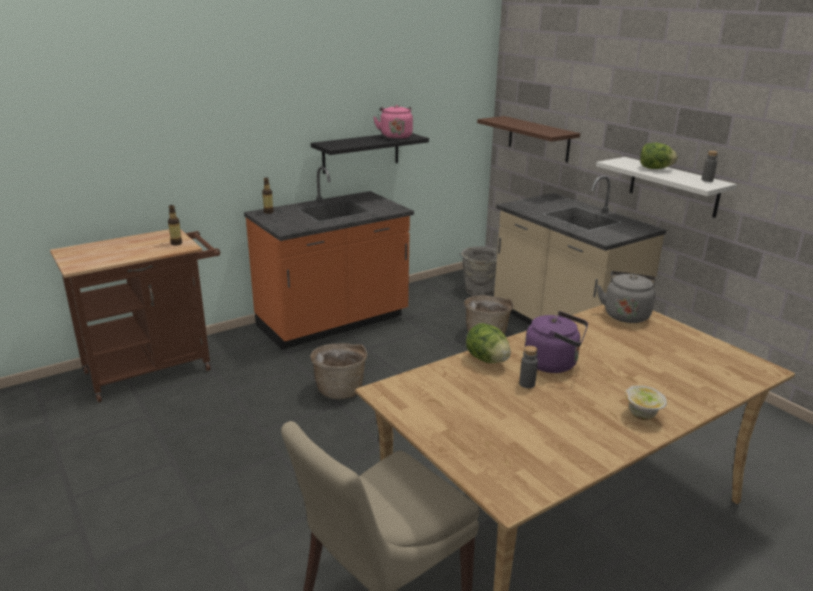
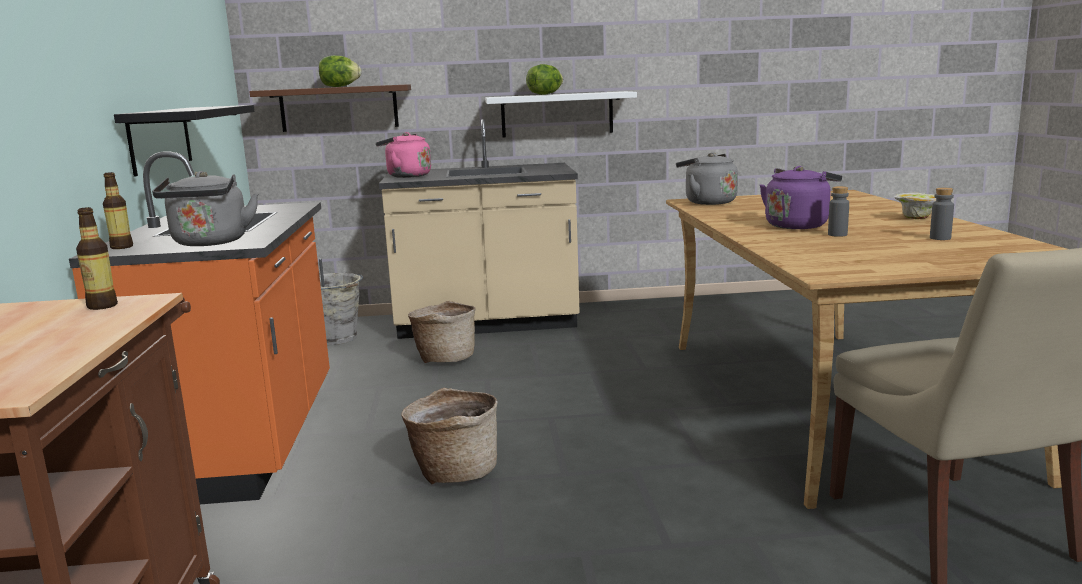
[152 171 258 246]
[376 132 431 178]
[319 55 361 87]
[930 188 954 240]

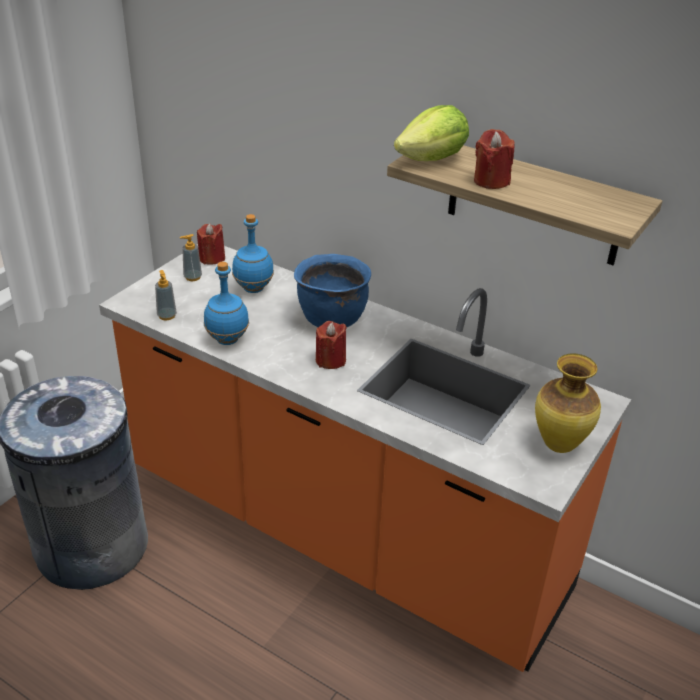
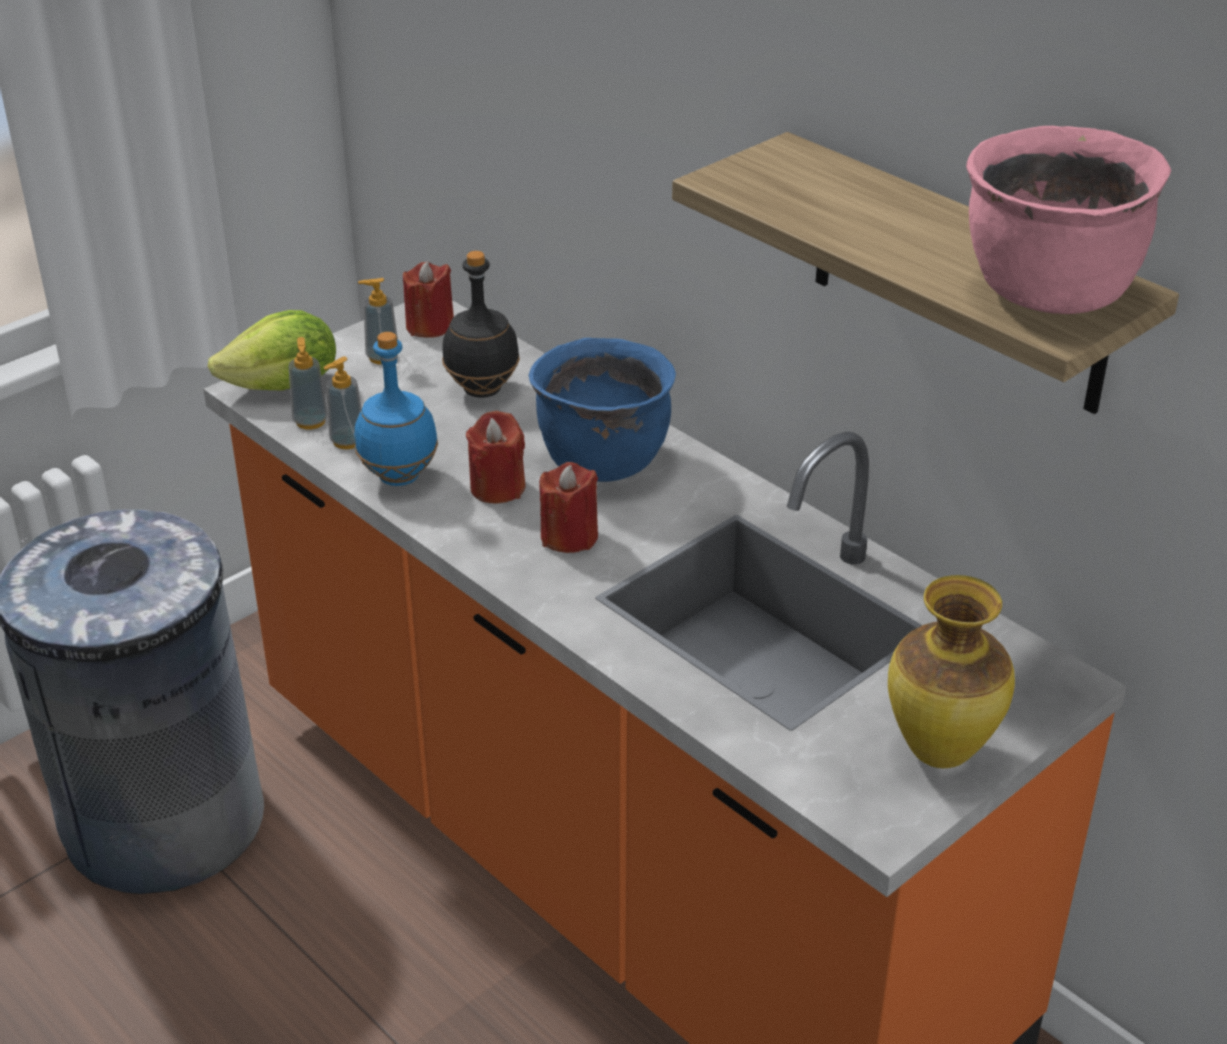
[324 356 362 449]
[966 126 1171 314]
[208 310 336 391]
[466 411 525 503]
[442 251 520 398]

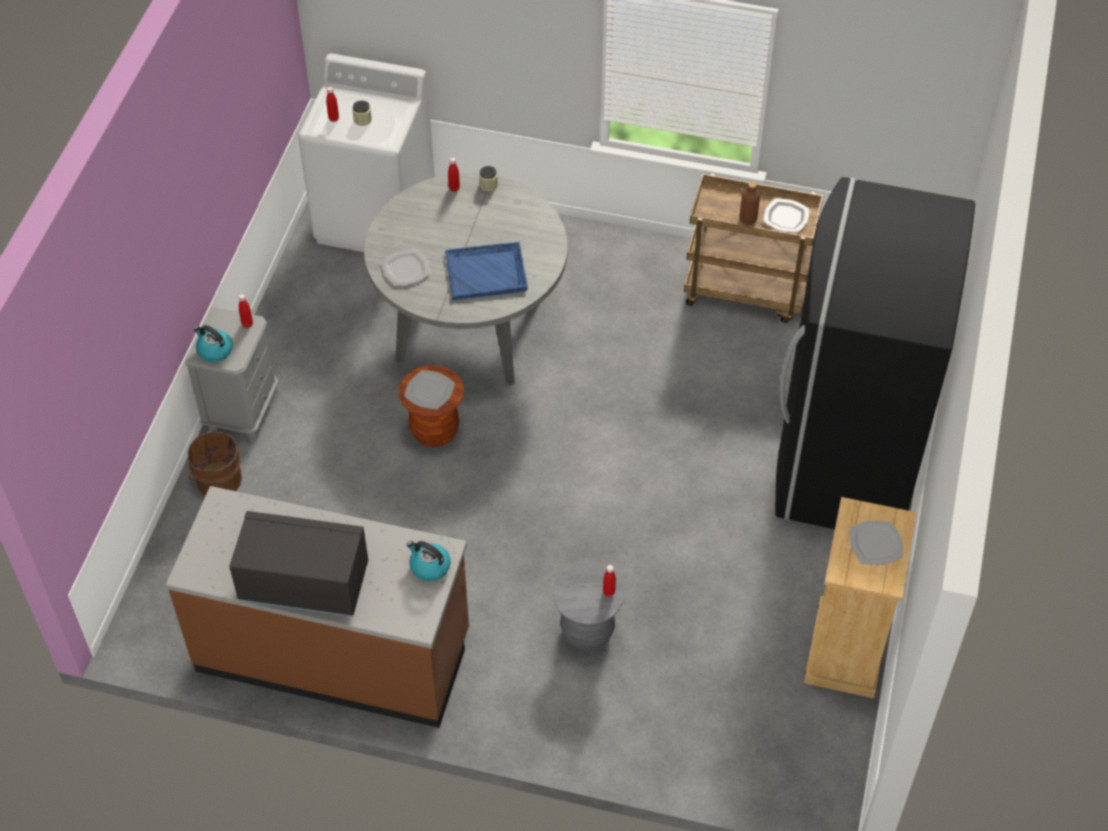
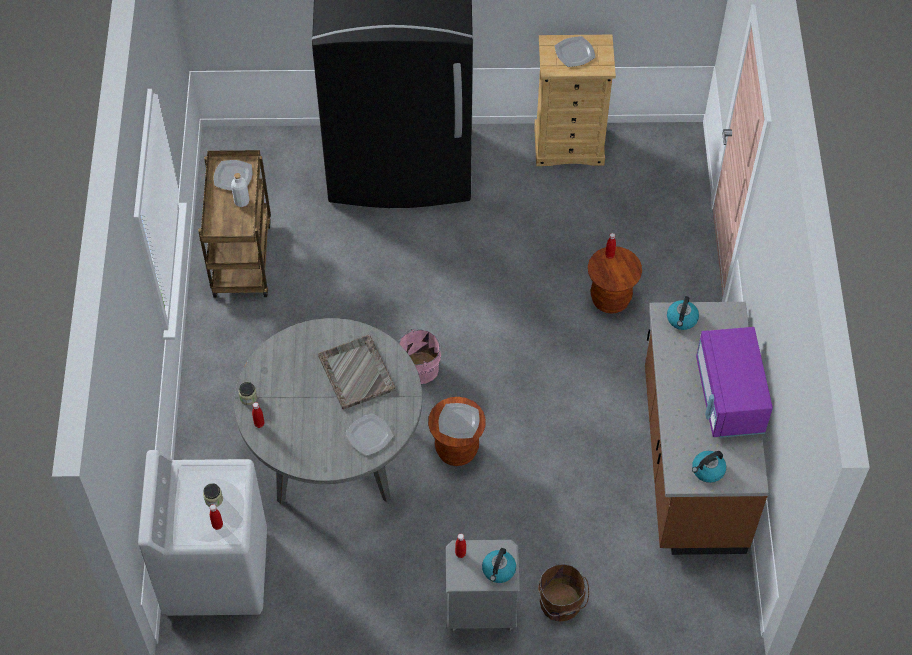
[398 329 441 384]
[692 451 726 483]
[696 327 773 438]
[318 335 396 409]
[588 246 642 314]
[231 173 249 207]

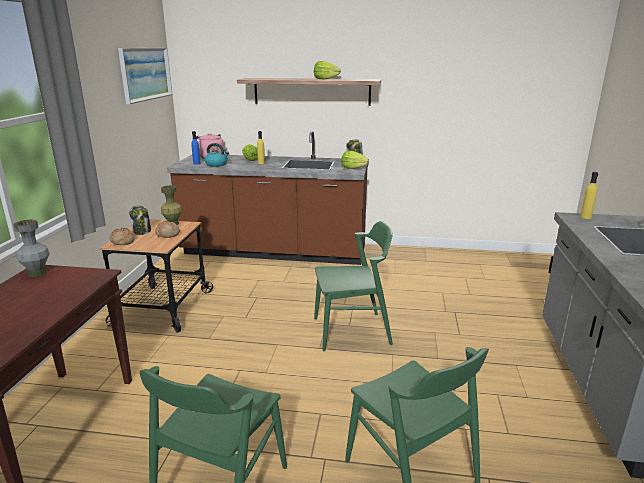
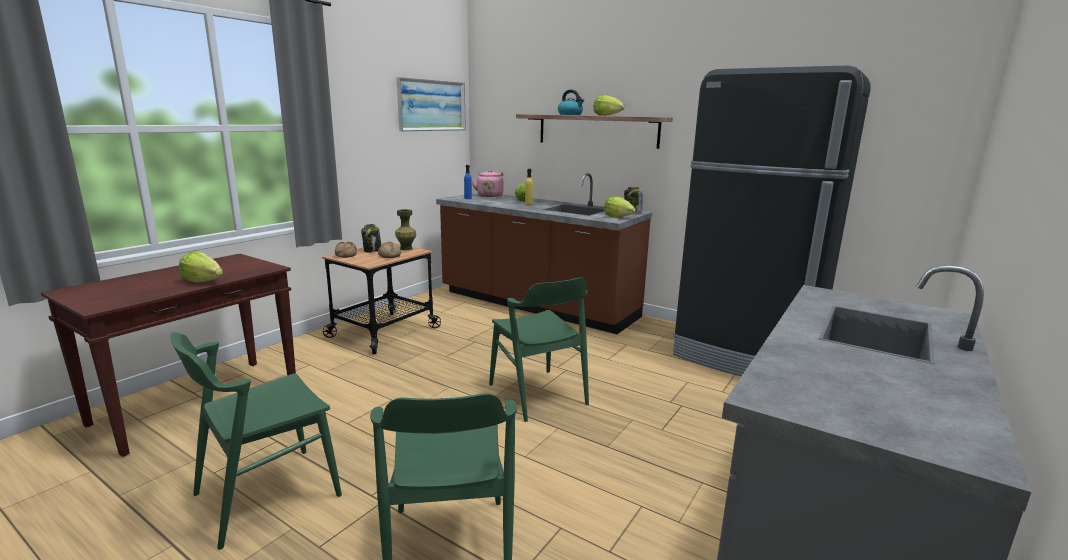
[13 219 50 277] (first image)
[580 172 598 219] (first image)
[179 252 223 283]
[673 66 870 376]
[558 89 584 115]
[489 277 589 422]

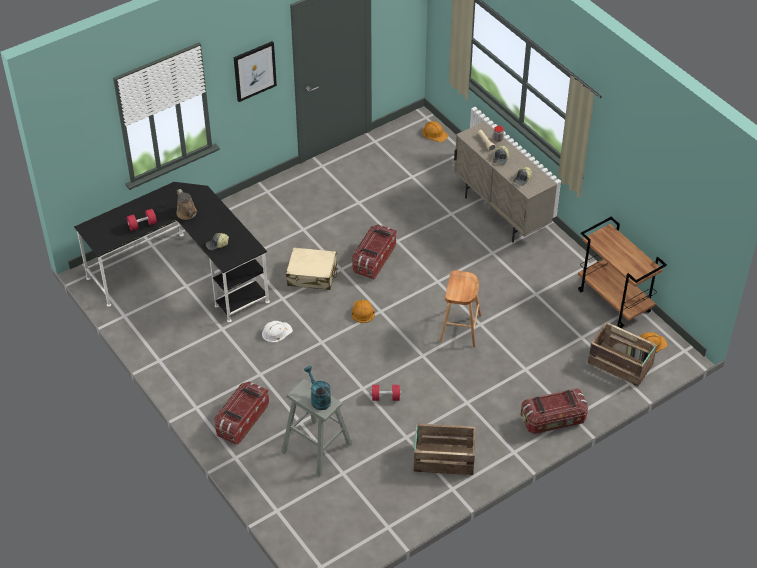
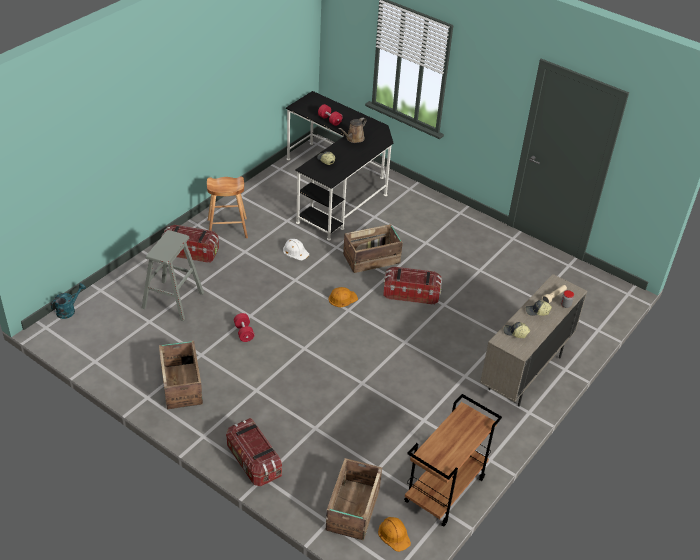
[234 41 277 102] (first image)
[422 121 448 142] (first image)
[51 283 86 319]
[207 176 248 238]
[343 224 403 273]

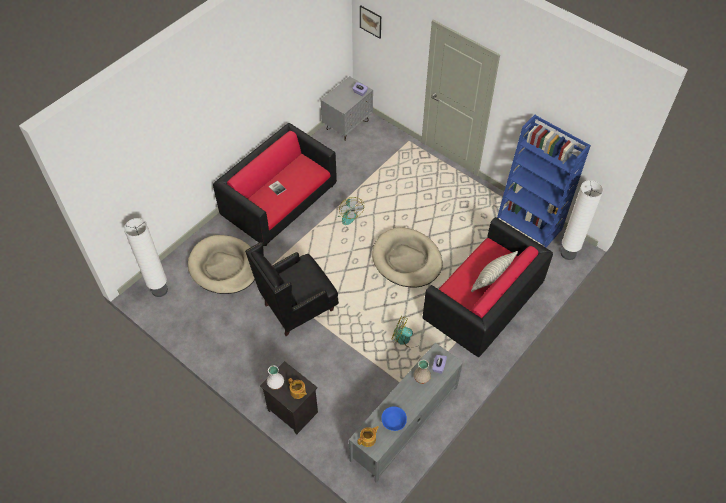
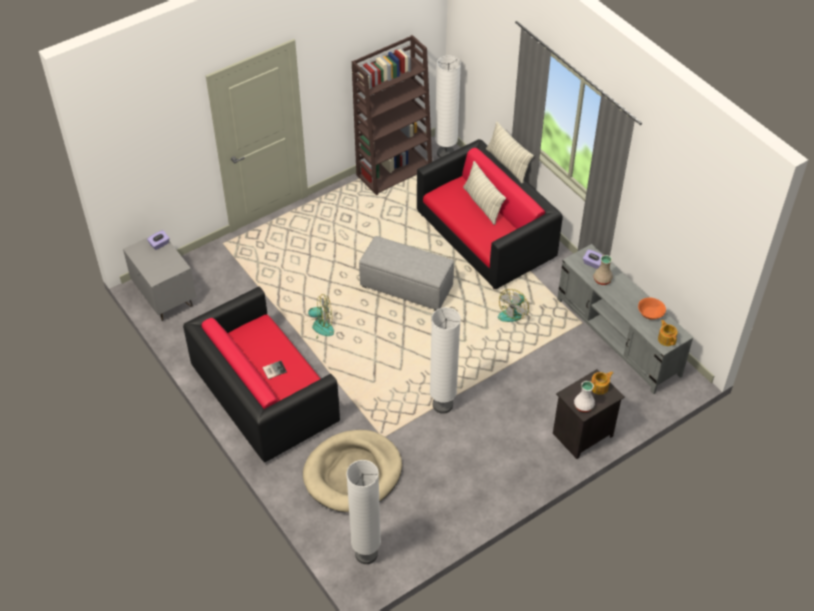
[360 5 381 39] (first image)
[486 122 534 183]
[430 307 461 414]
[359 236 454 311]
[638 298 666 320]
[352 35 432 195]

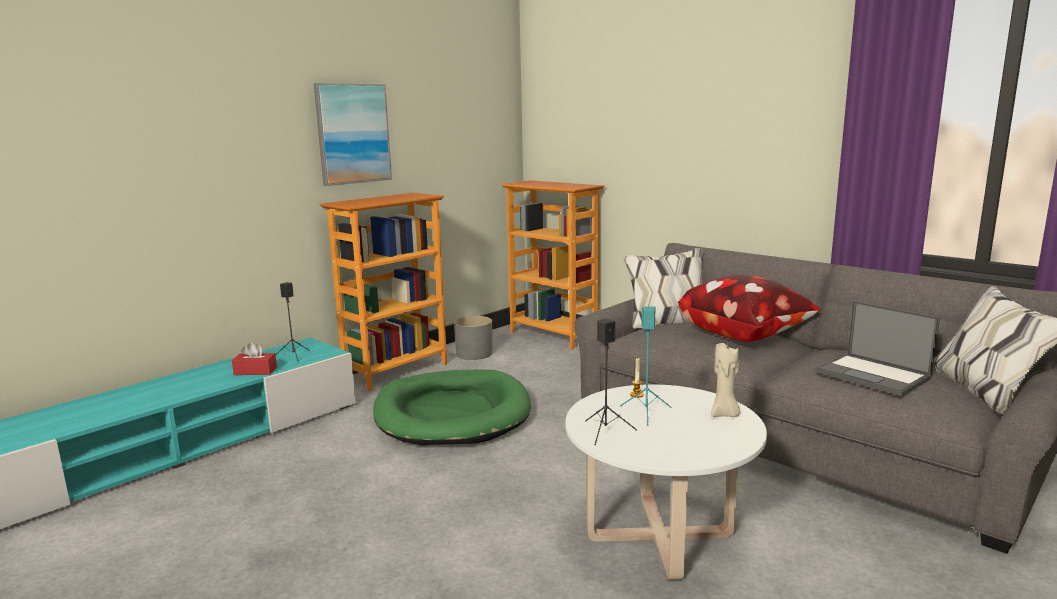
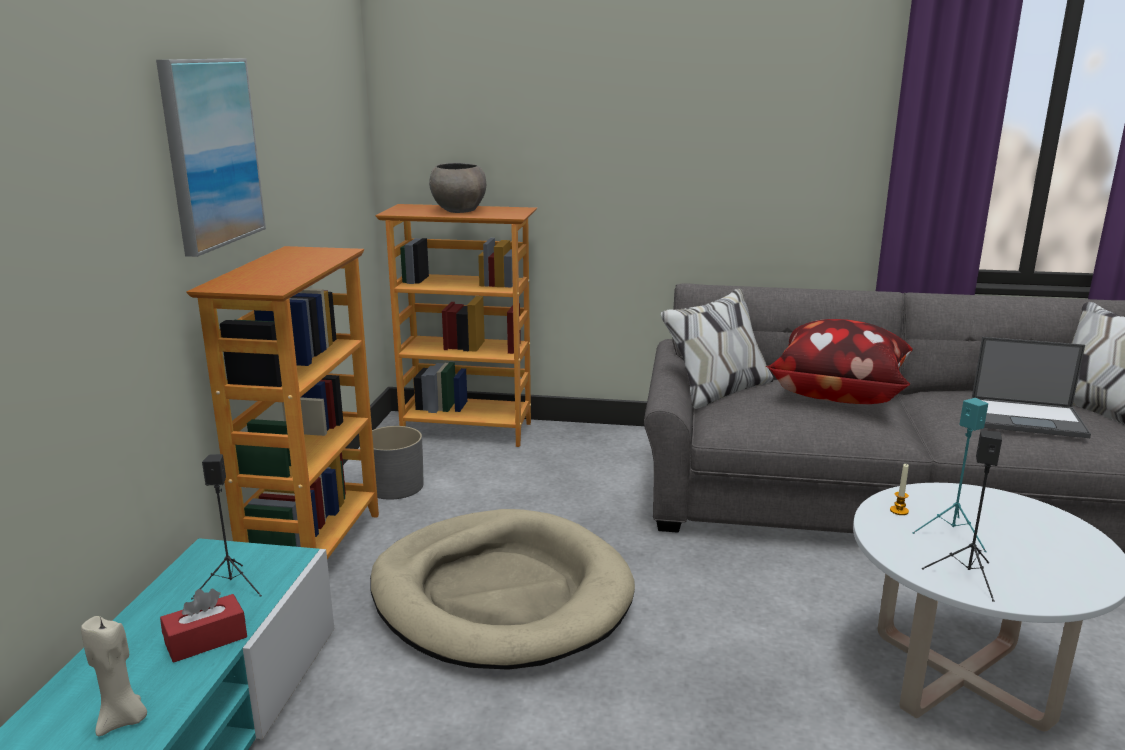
[429 163 486 213]
[81 616 147 736]
[370 509 635 670]

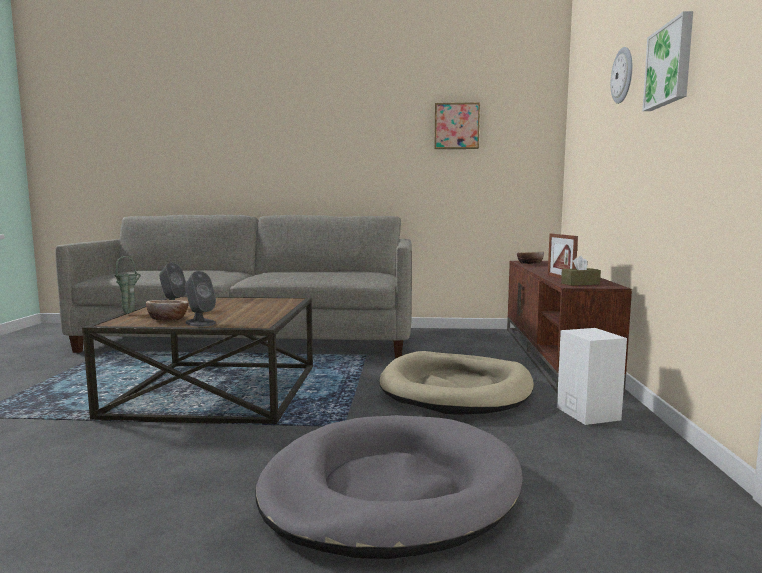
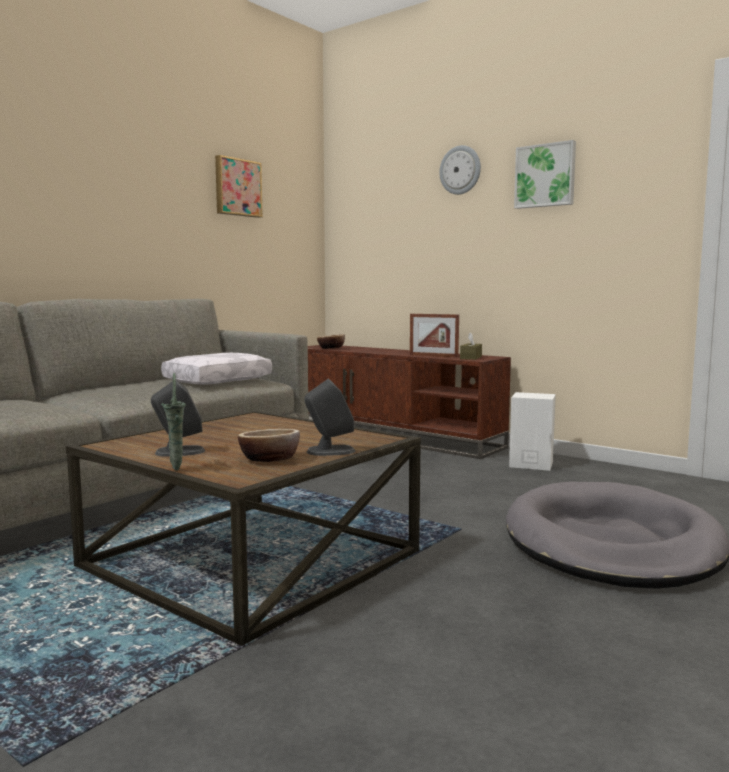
[379 351 534 415] (first image)
[161 353 272 385]

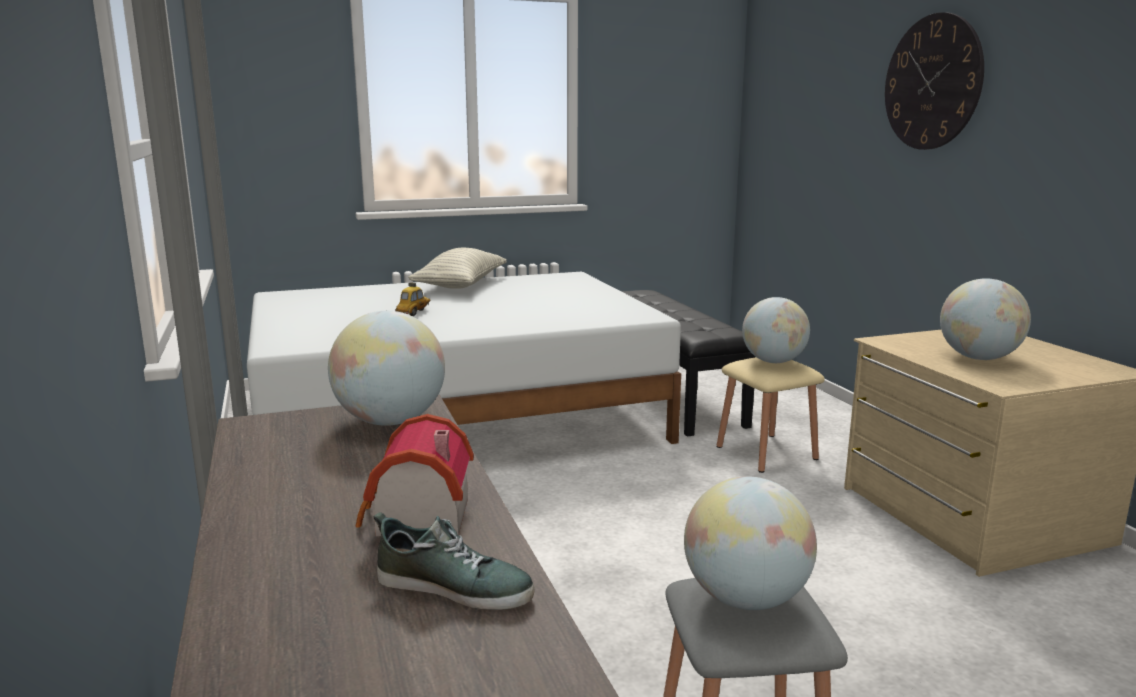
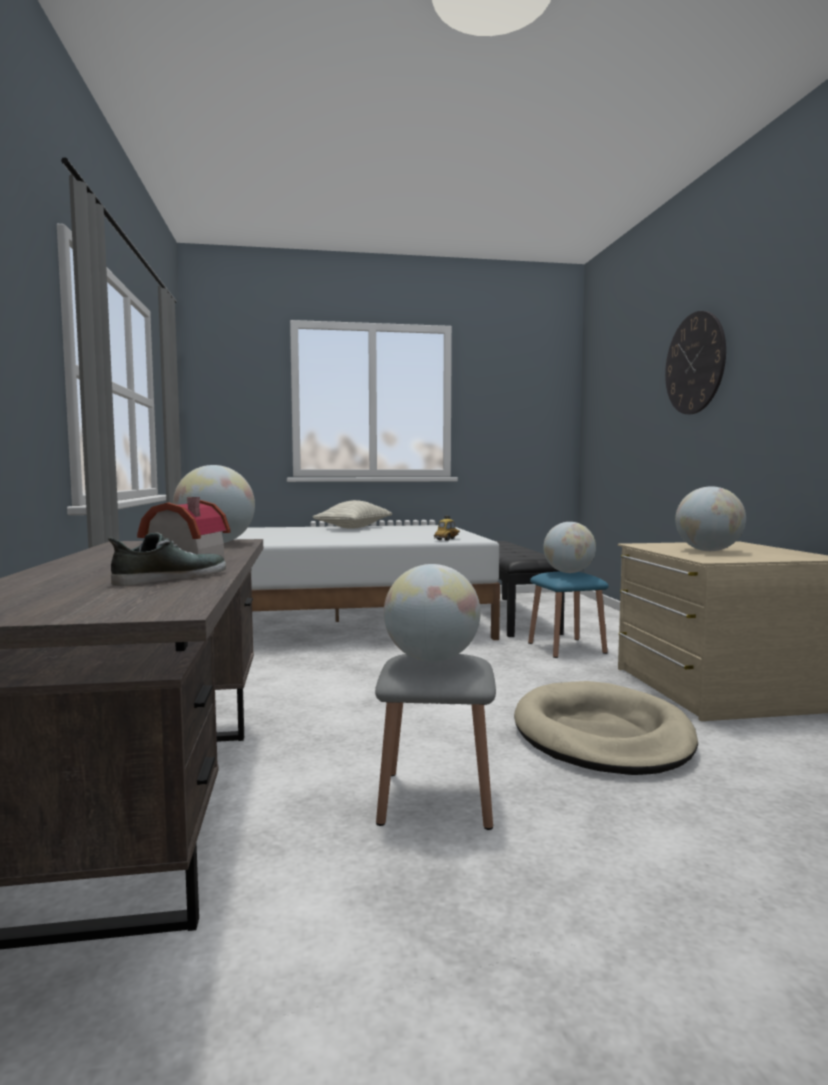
[514 681 698 775]
[434 516 460 541]
[528 571 609 658]
[108 532 226 586]

